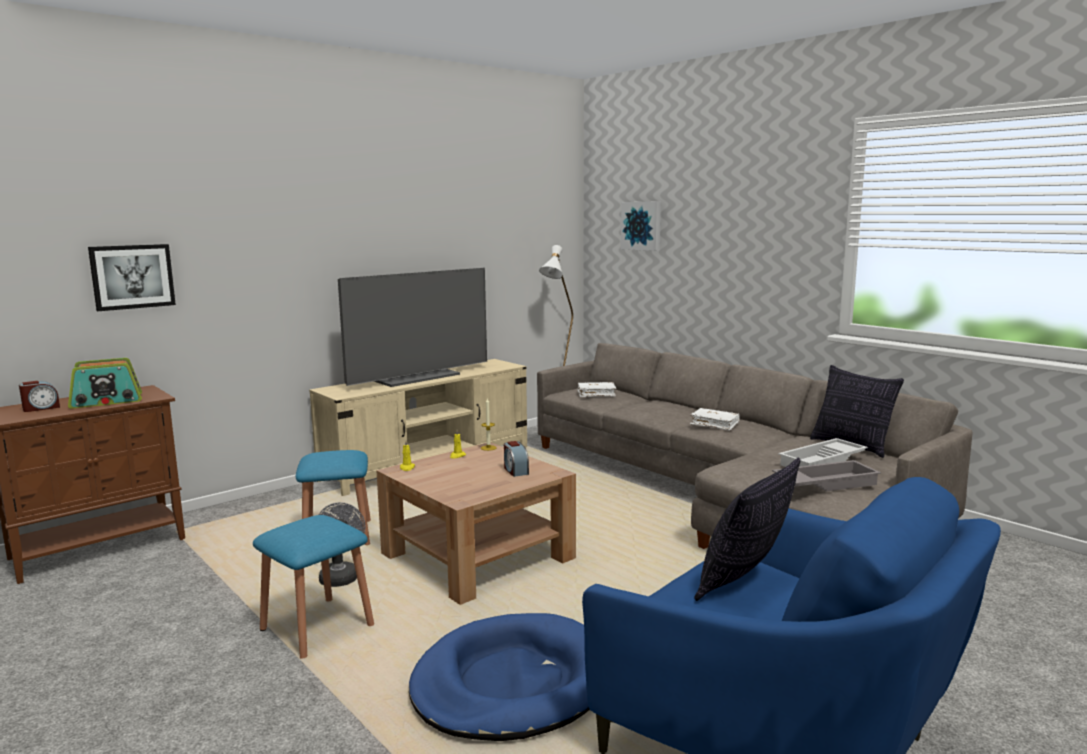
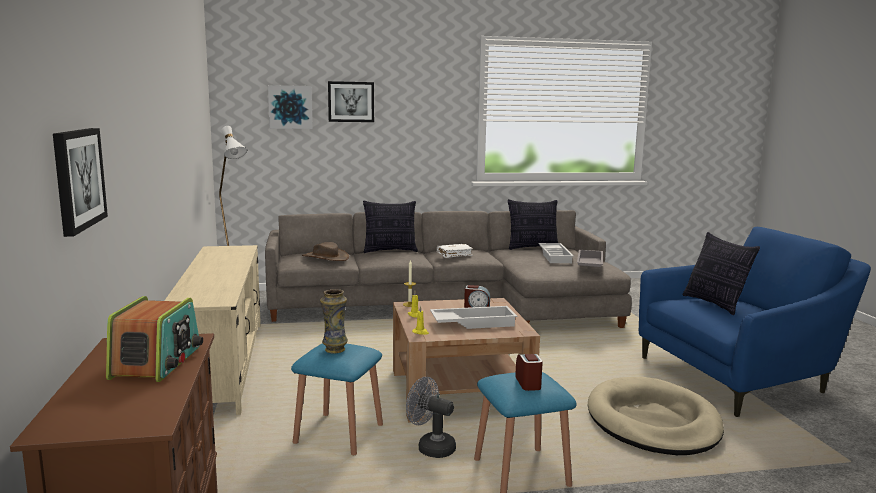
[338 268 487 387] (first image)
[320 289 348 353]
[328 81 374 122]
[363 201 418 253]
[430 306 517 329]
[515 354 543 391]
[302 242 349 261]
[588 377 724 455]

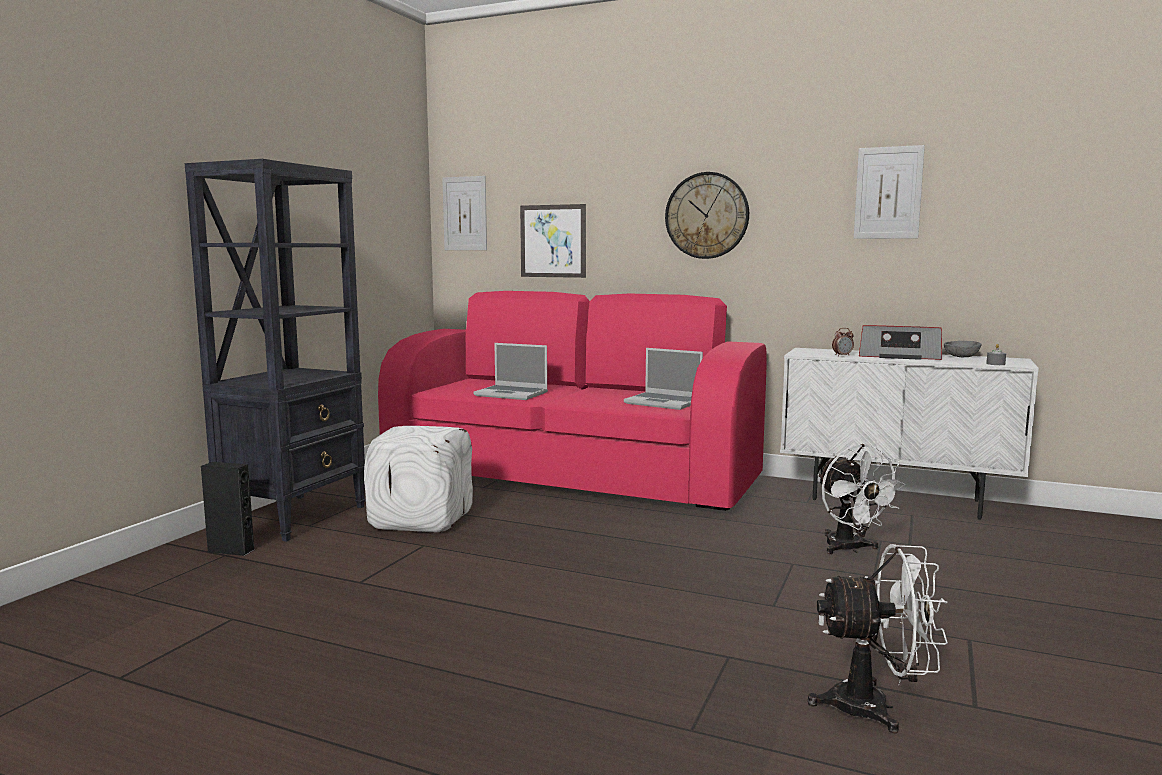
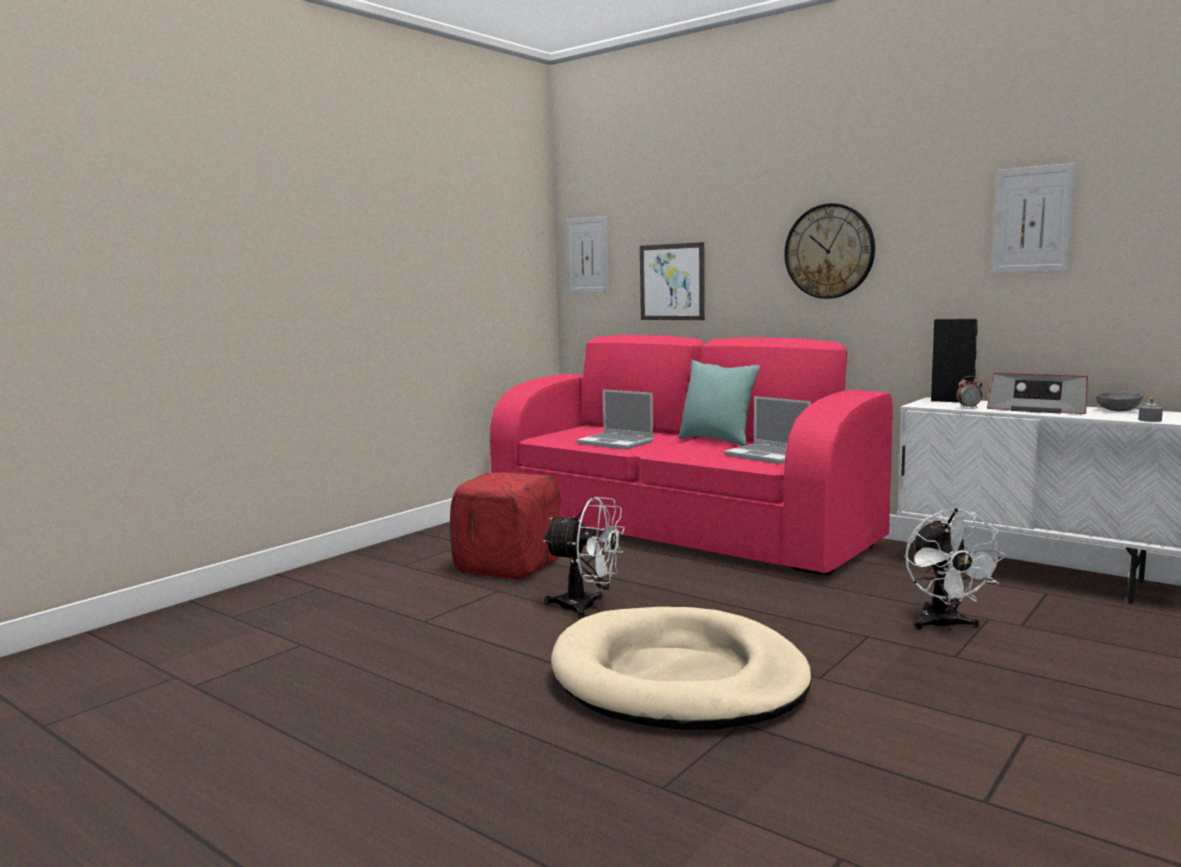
[185 159 366 542] (first image)
[551 607 812 730]
[678 360 760 446]
[931 319 978 402]
[543 497 625 618]
[450 472 561 579]

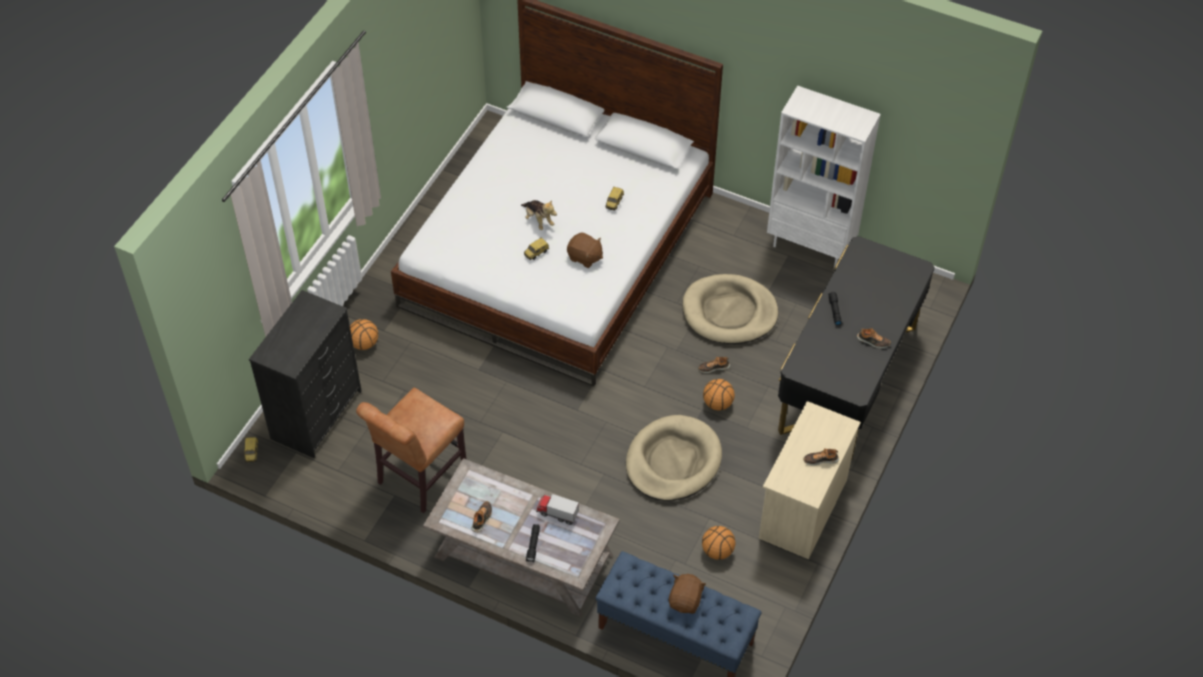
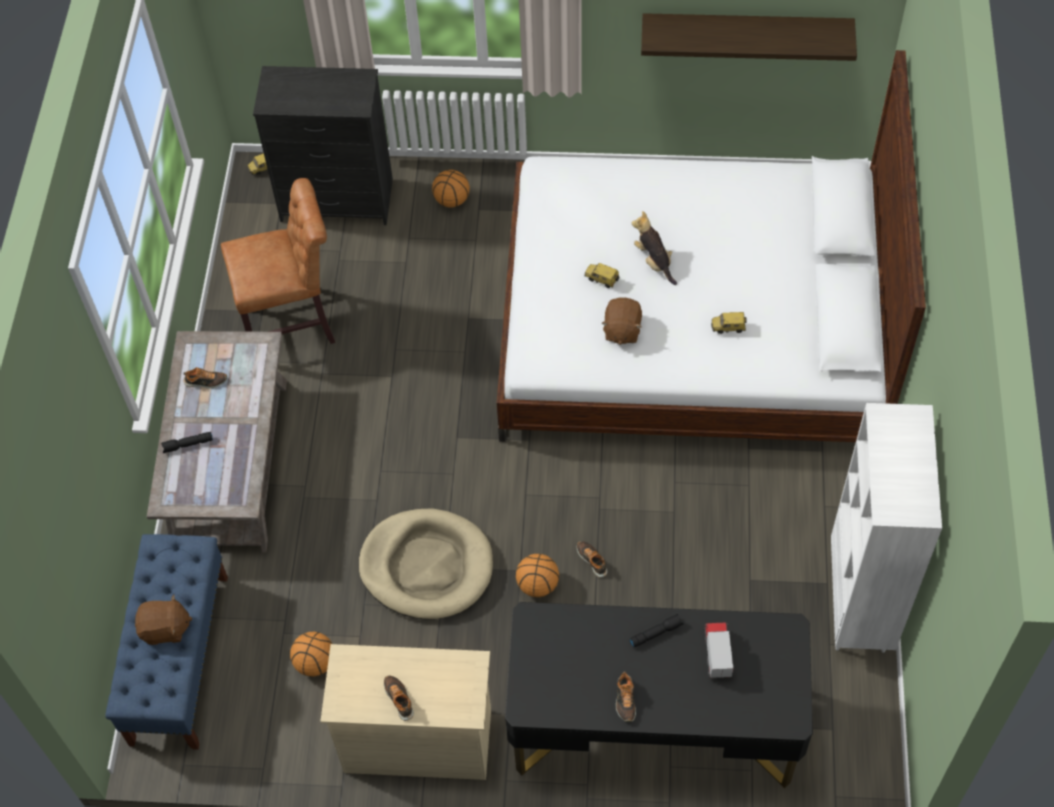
[682 274 778 344] (first image)
[641 13 857 61]
[704 623 734 678]
[221 178 335 344]
[632 211 677 285]

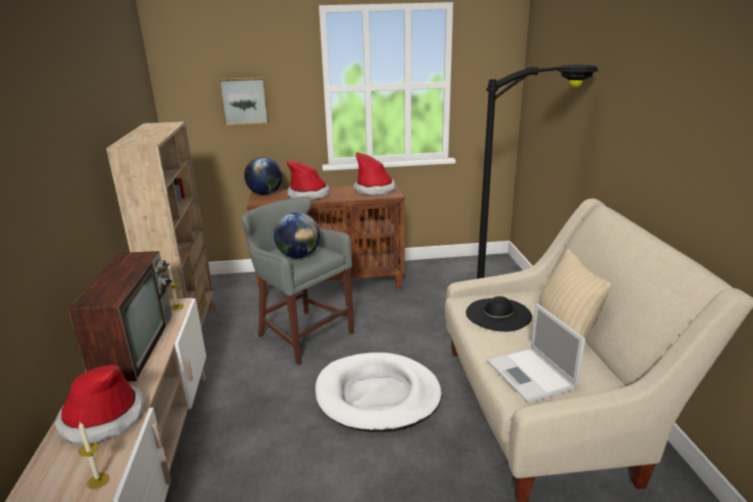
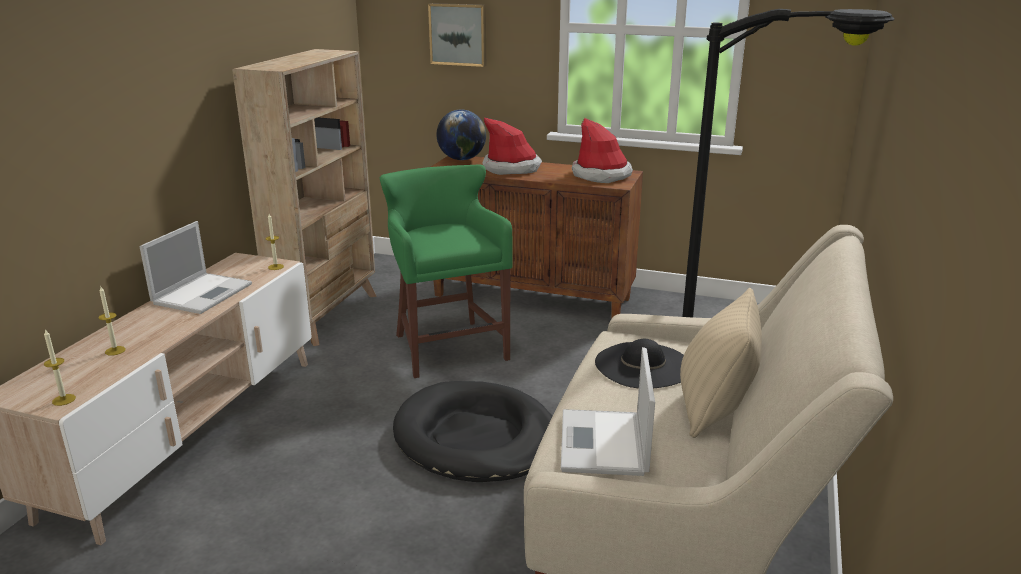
[274 212 320 258] (first image)
[99 287 126 356]
[140 221 252 314]
[380 164 513 378]
[393 381 553 482]

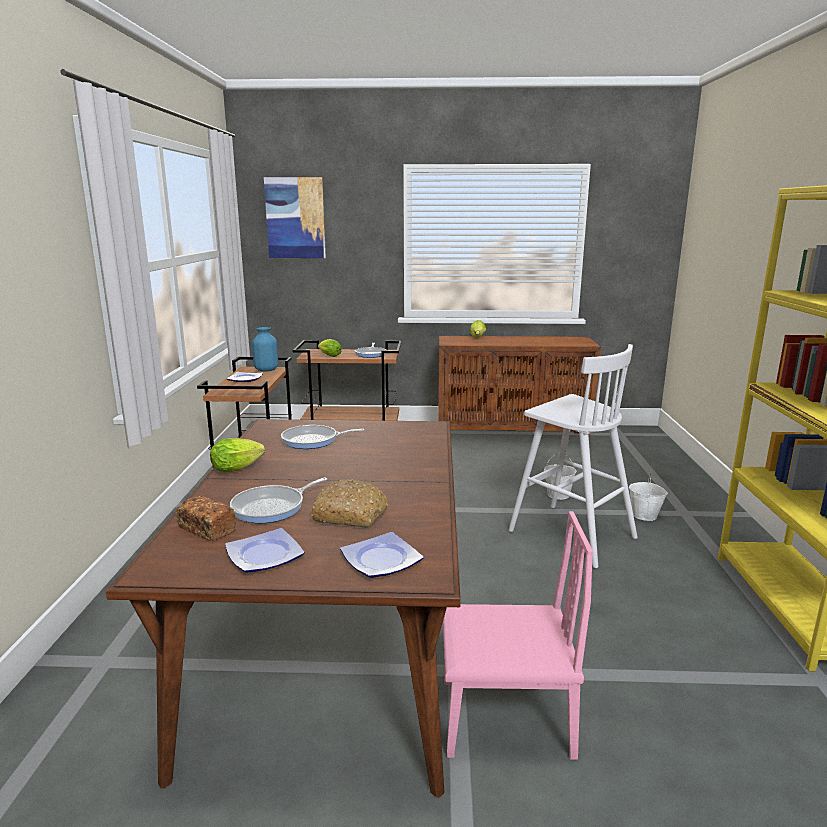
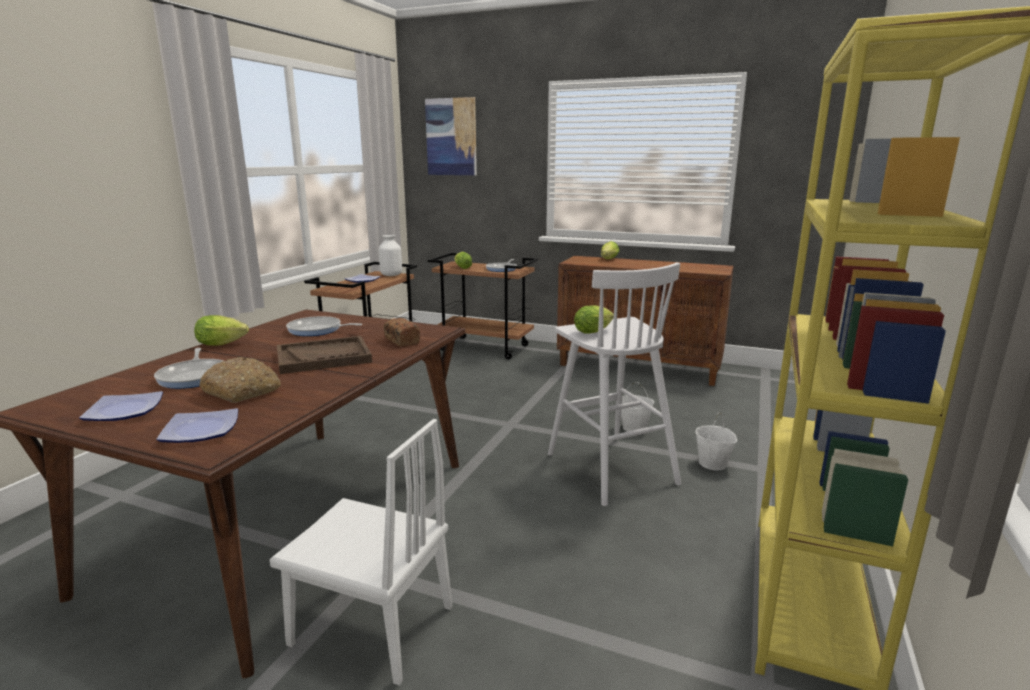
[277 336 372 374]
[574 305 614 334]
[384 318 420 347]
[379 235 402 276]
[269 419 453 686]
[154 348 223 389]

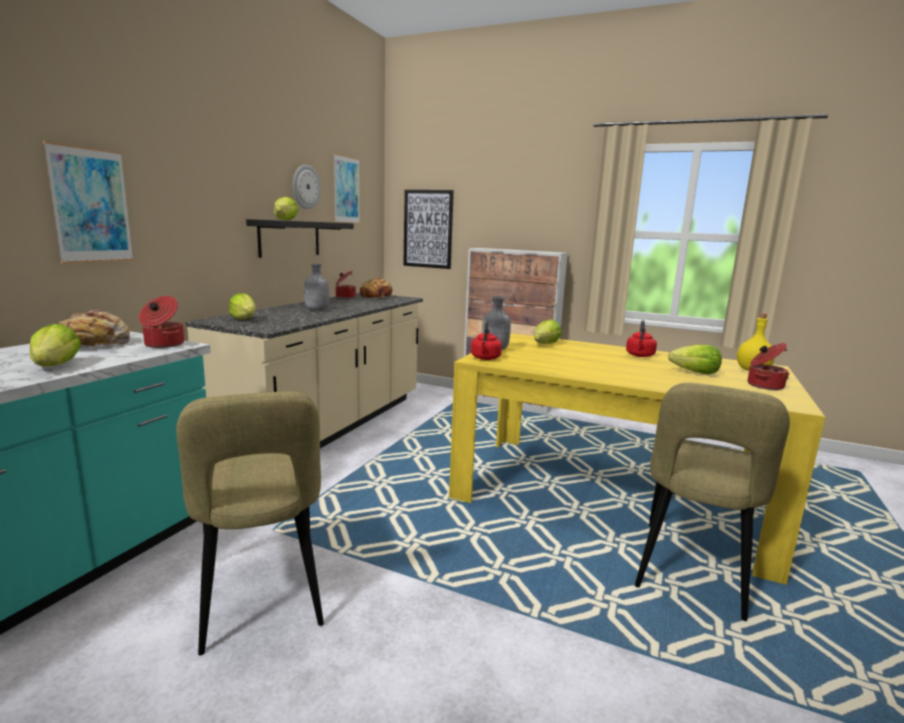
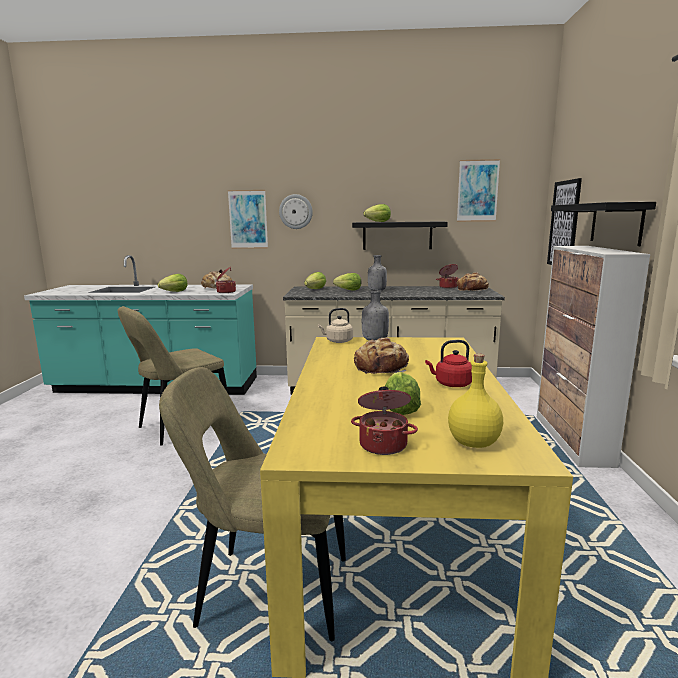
[354 337 409 374]
[551 202 656 246]
[279 194 313 229]
[333 273 361 290]
[318 308 353 343]

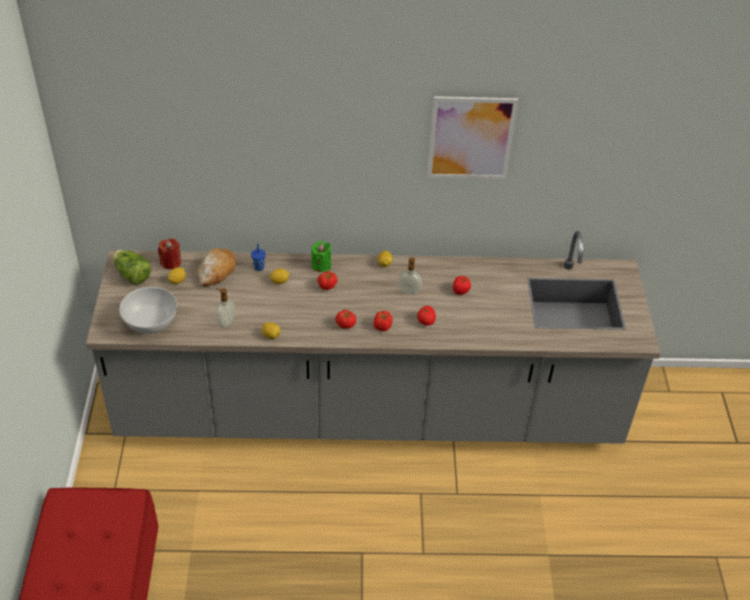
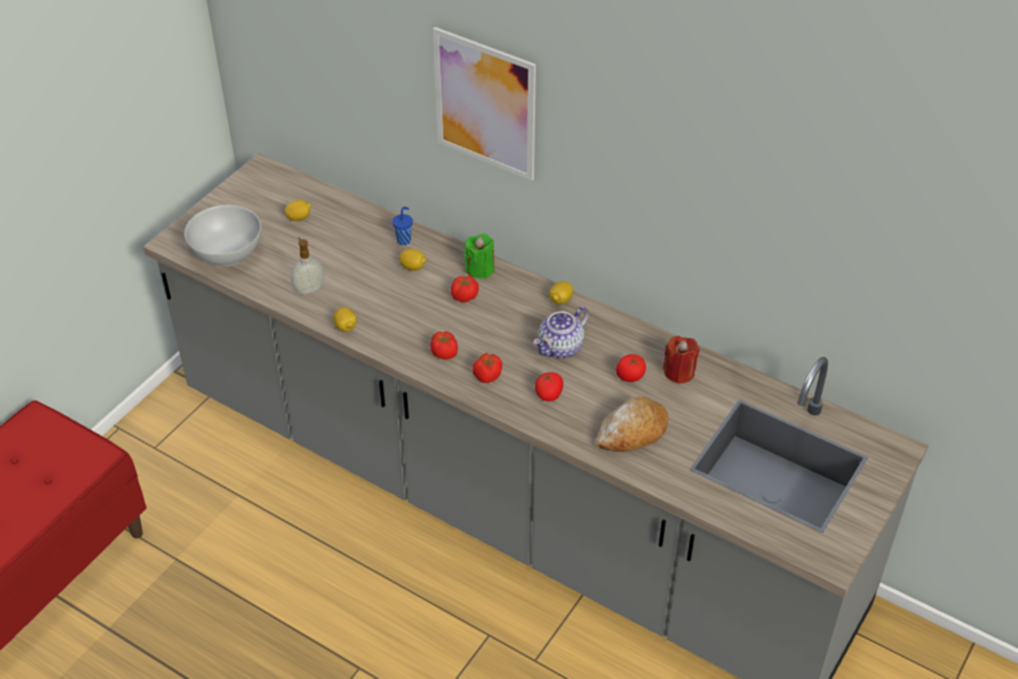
[113 250 151 284] (first image)
[663 336 700 384]
[596 396 668 452]
[433 27 536 181]
[533 306 589 359]

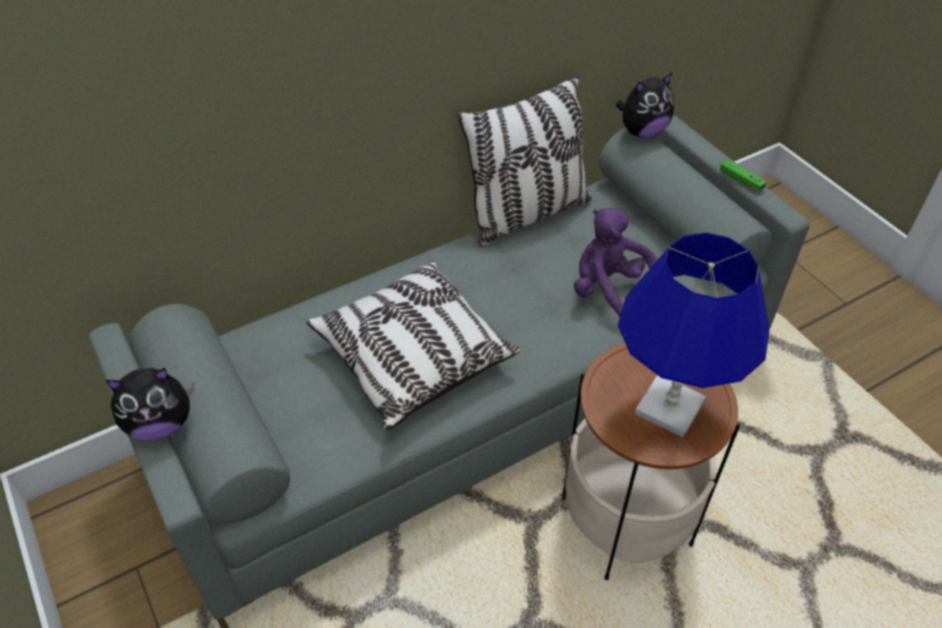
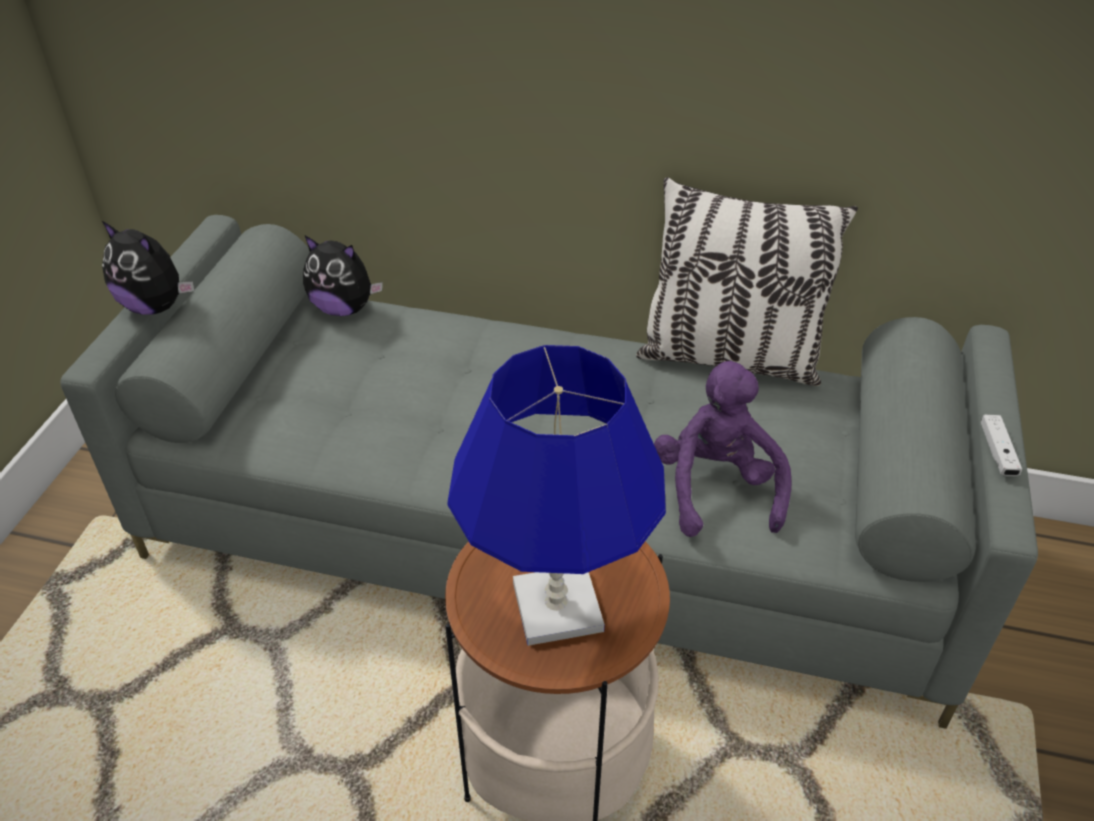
[306 261 520 430] (first image)
[303 236 383 316]
[981 415 1022 476]

